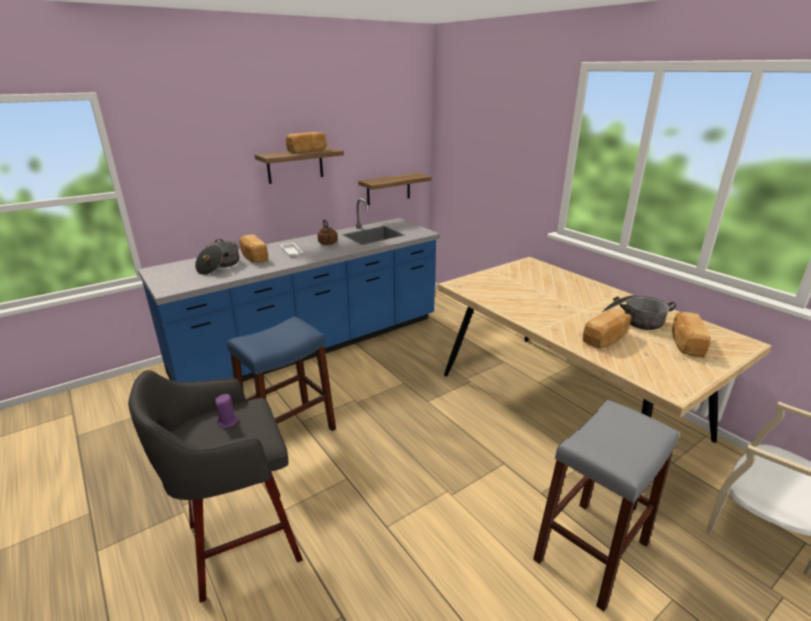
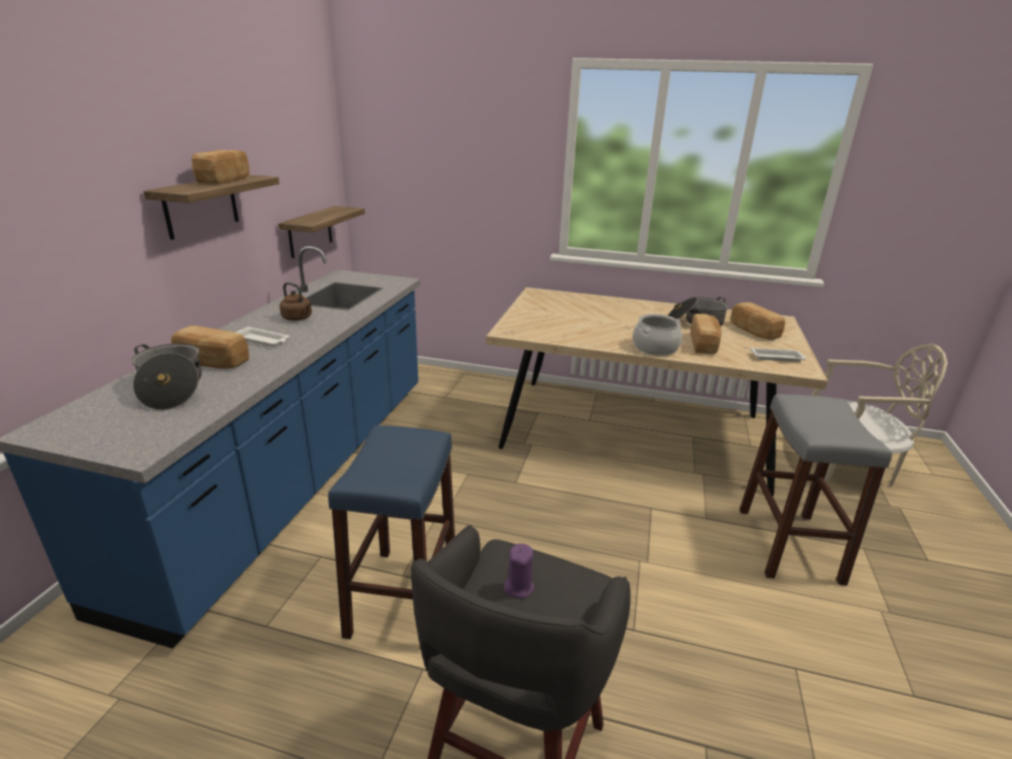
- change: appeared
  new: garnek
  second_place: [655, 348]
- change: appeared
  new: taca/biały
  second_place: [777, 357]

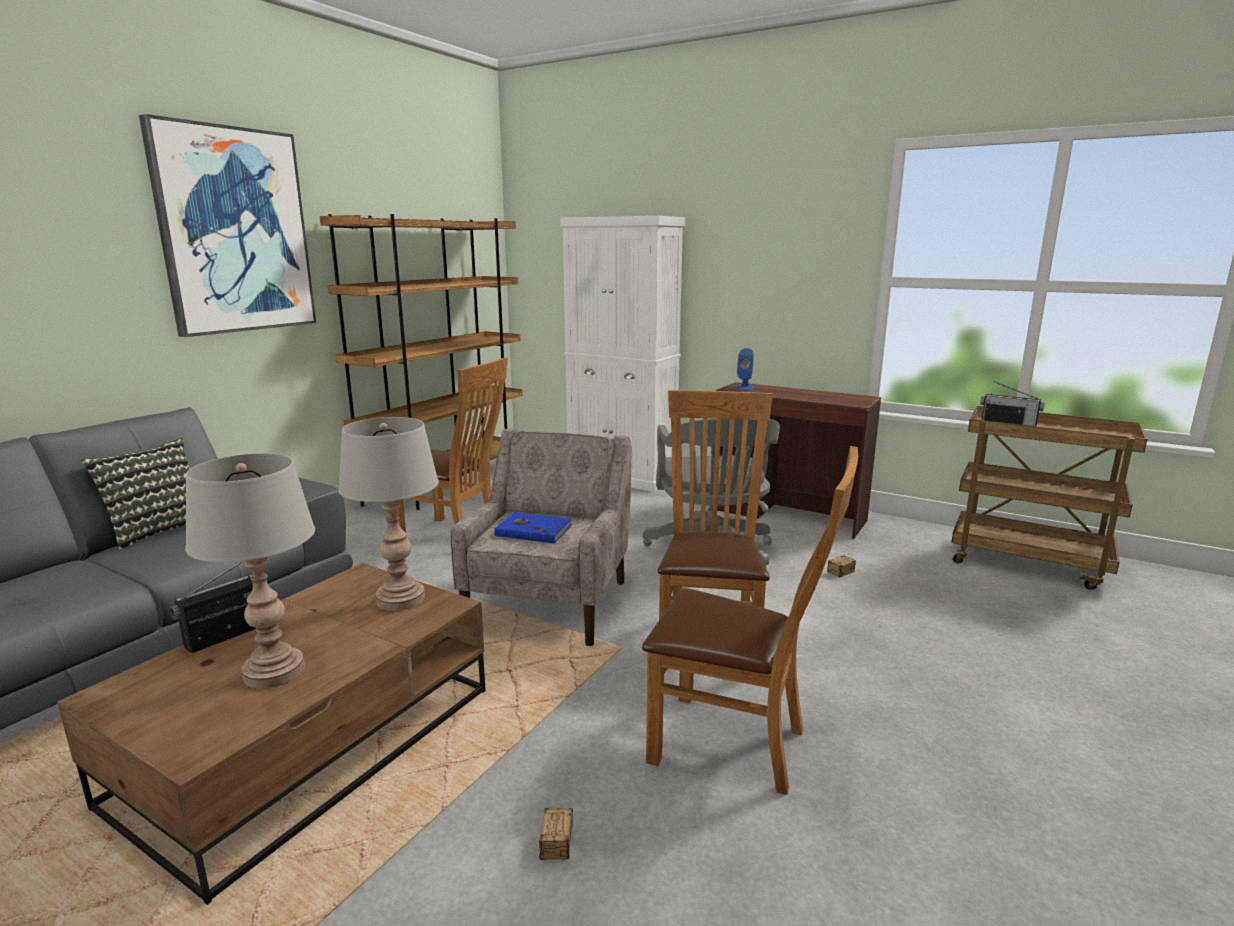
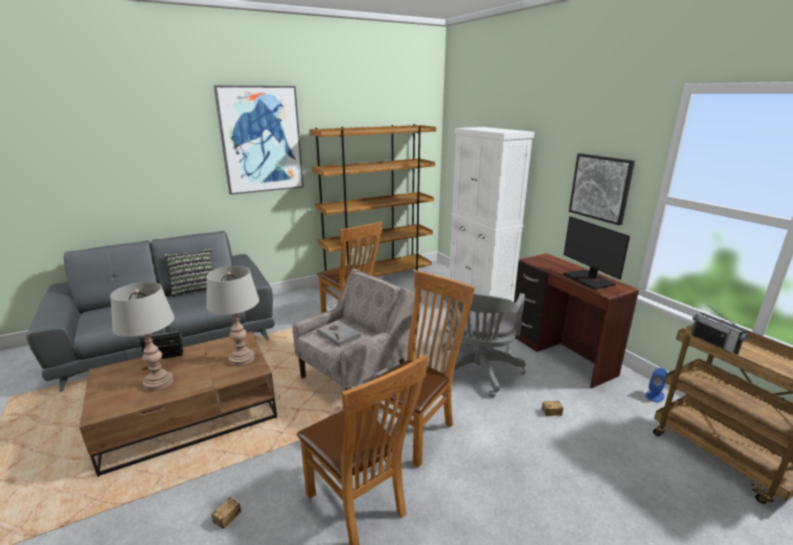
- change: colour
  old: książka/niebieski
  new: książka/szary
  first_place: [533, 530]
  second_place: [339, 334]
- change: appeared
  new: monitor
  second_place: [589, 279]
- change: appeared
  new: obraz
  second_place: [600, 188]
- change: relocated
  old: głośnik/niebieski
  first_place: [744, 388]
  second_place: [655, 395]

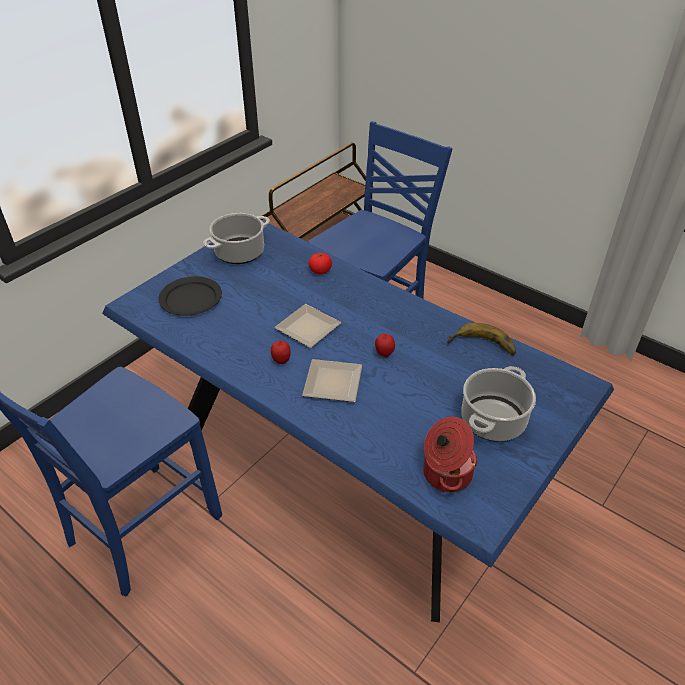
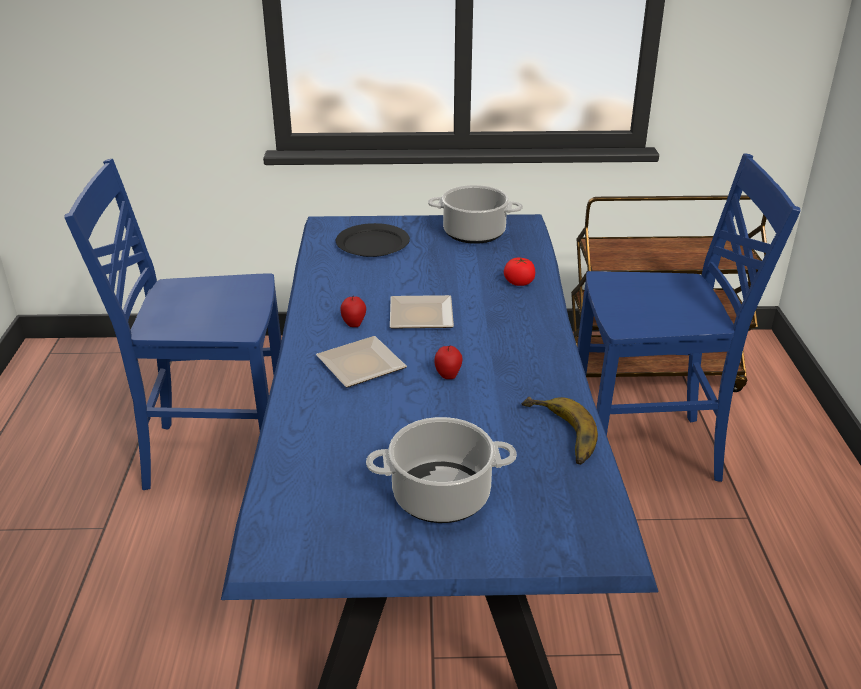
- change: missing
  old: garnek
  first_place: [445, 473]

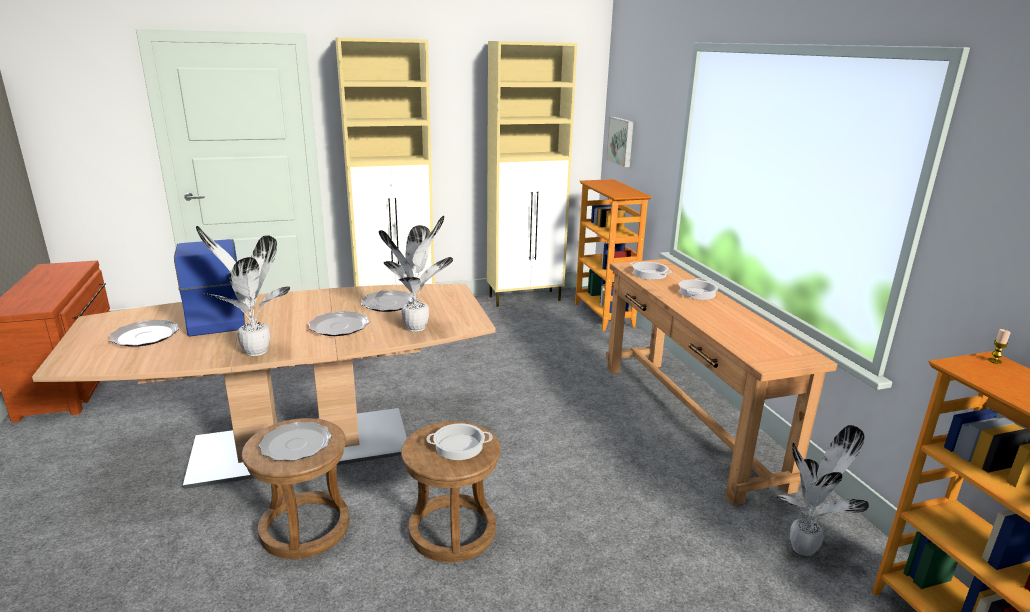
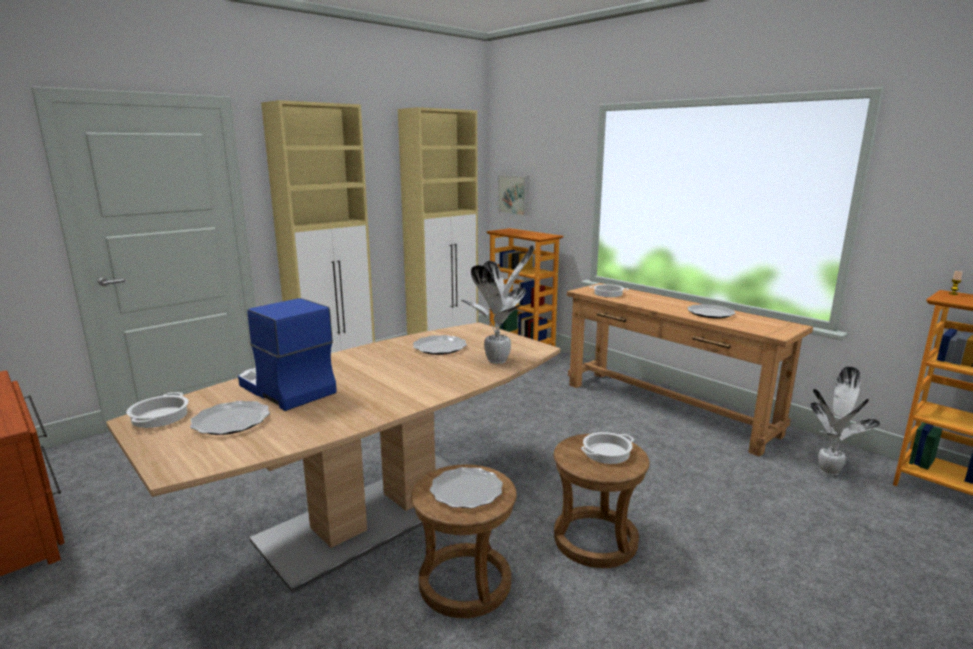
- change: relocated
  old: garnek
  first_place: [697, 293]
  second_place: [160, 417]
- change: relocated
  old: talerz
  first_place: [339, 326]
  second_place: [710, 313]
- change: missing
  old: roślina doniczkowa
  first_place: [254, 351]

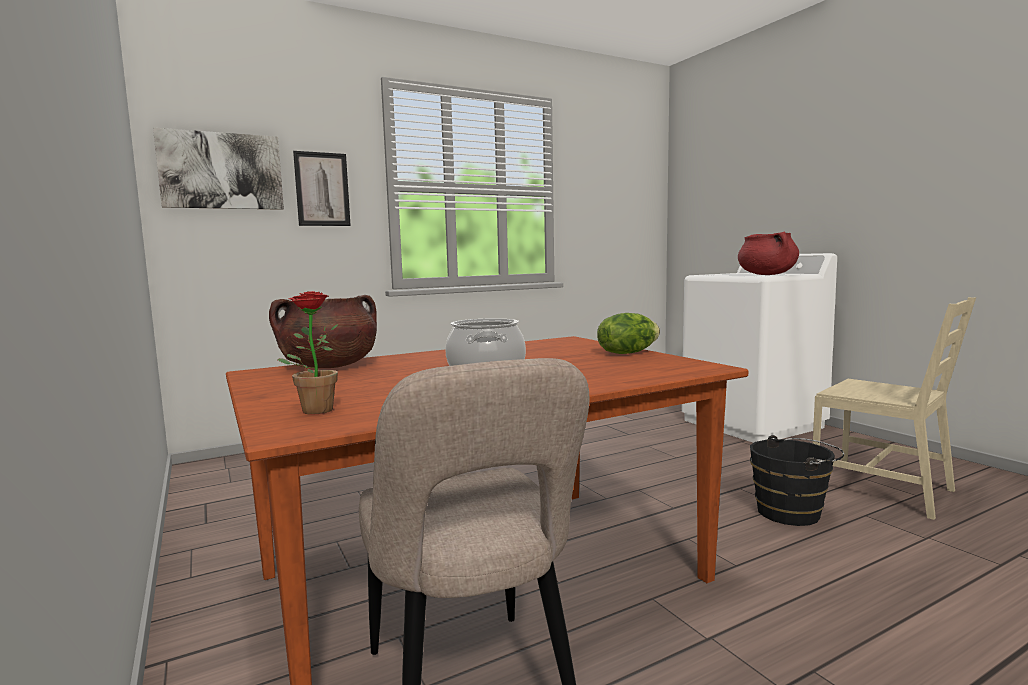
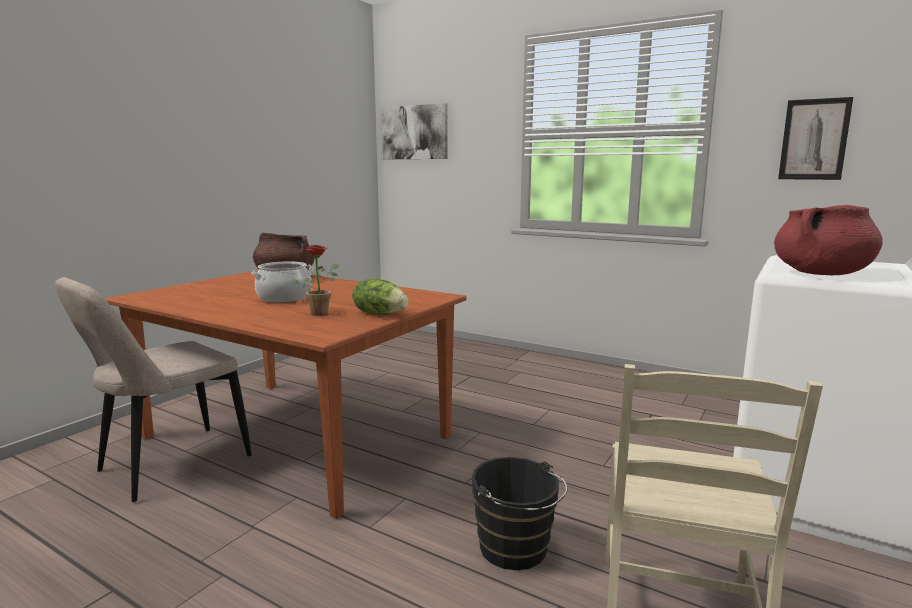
- change: relocated
  old: roślina doniczkowa
  first_place: [314, 409]
  second_place: [321, 312]
- change: relocated
  old: obraz
  first_place: [322, 189]
  second_place: [814, 139]

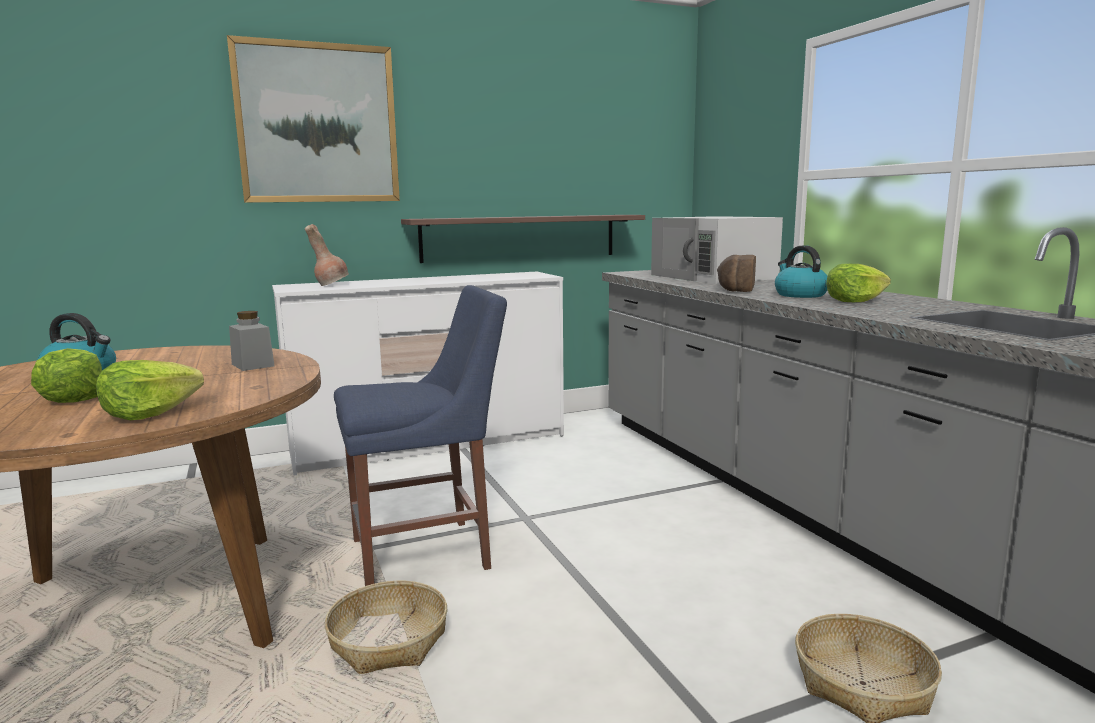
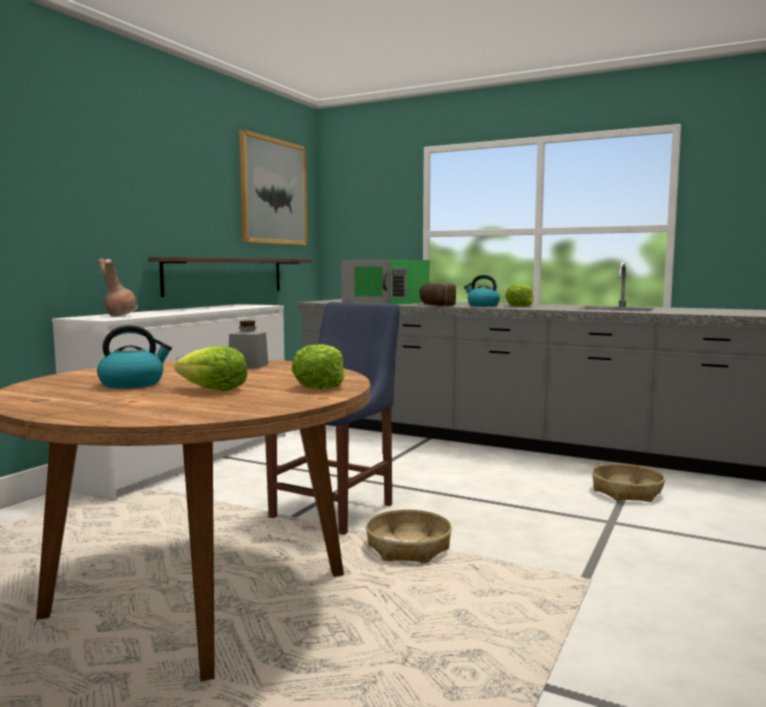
- change: relocated
  old: obraz
  first_place: [318, 124]
  second_place: [273, 192]
- change: colour
  old: mikrofalówka/biały
  new: mikrofalówka/zielony
  first_place: [713, 277]
  second_place: [387, 301]

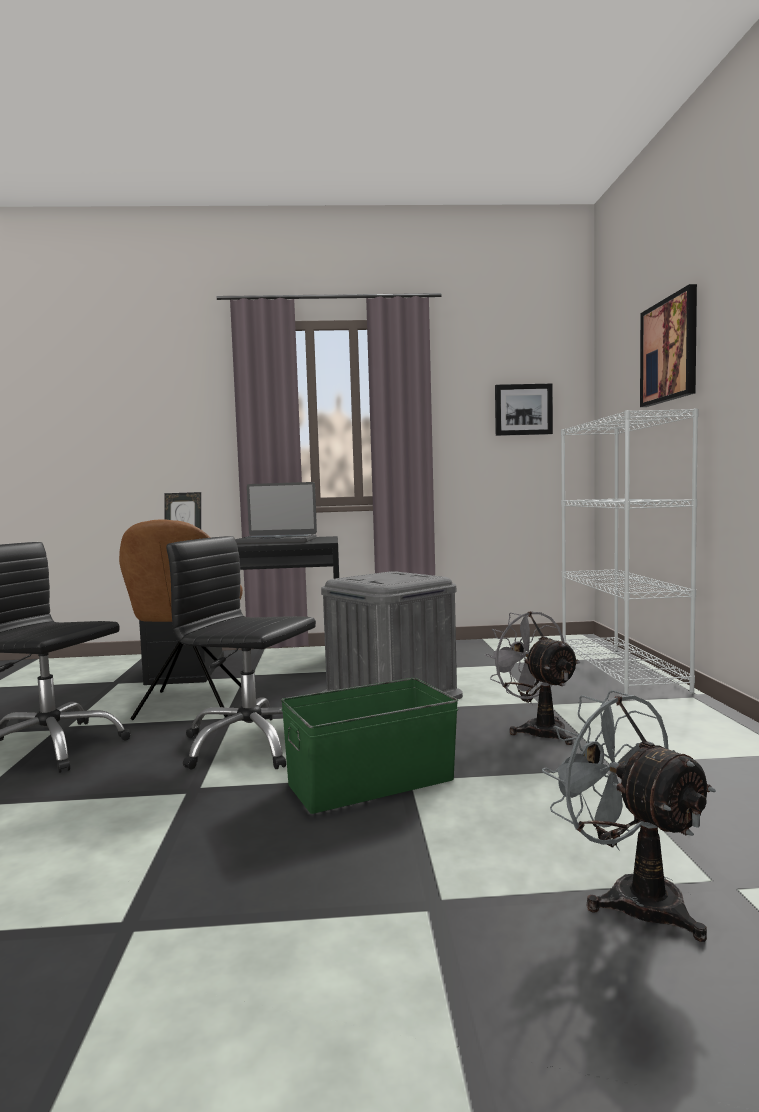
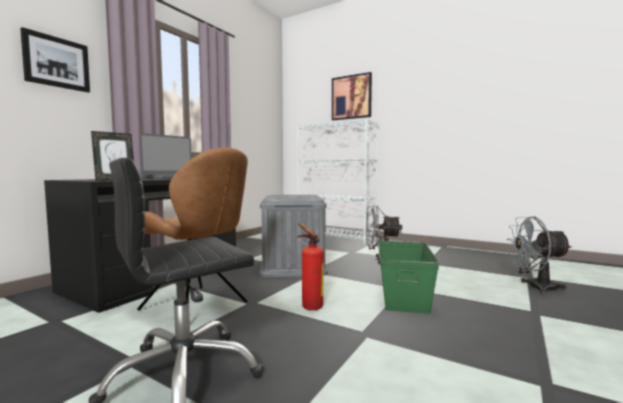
- change: relocated
  old: obraz
  first_place: [523, 409]
  second_place: [56, 62]
- change: exchanged
  old: krzesło biurowe/czarny
  new: gaśnica
  first_place: [250, 744]
  second_place: [310, 306]

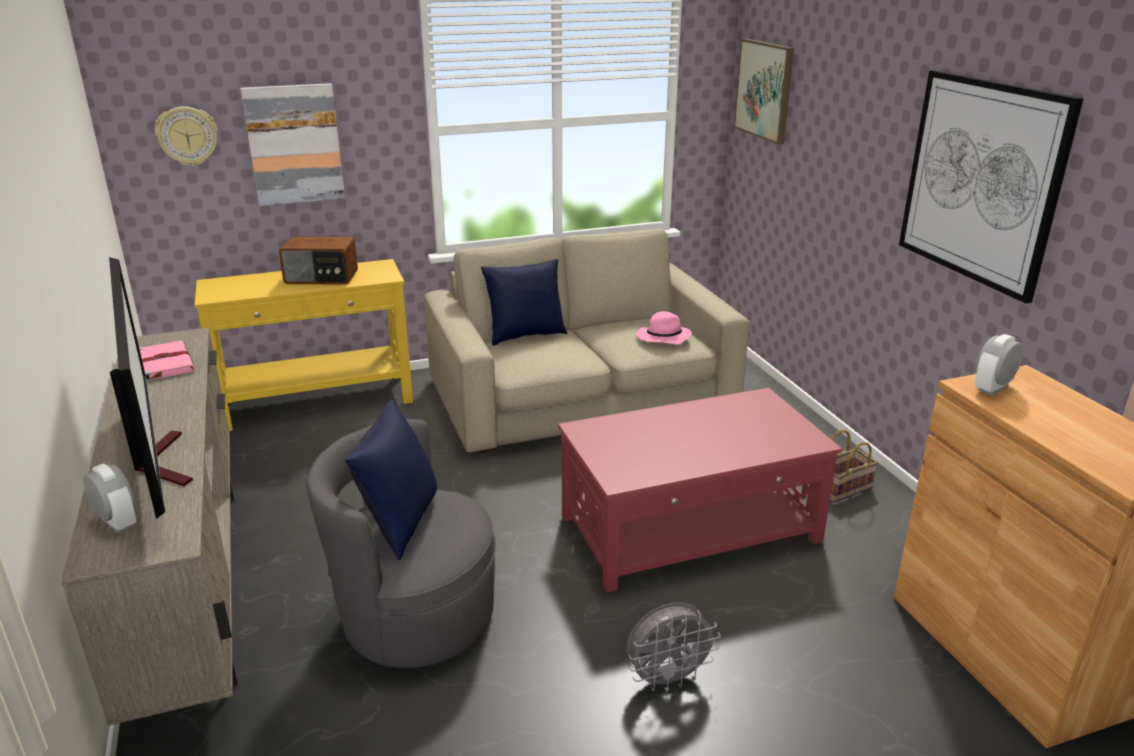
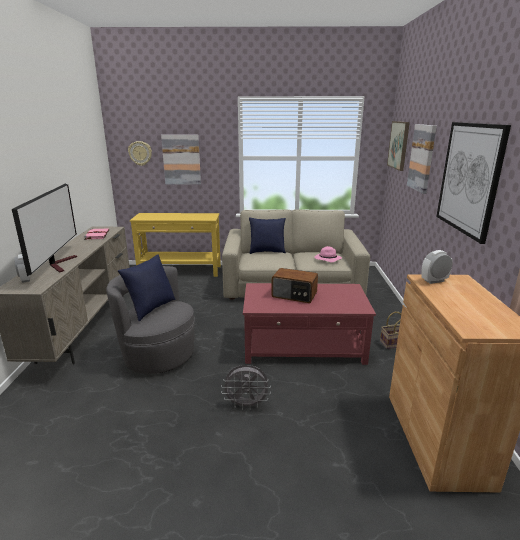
- change: relocated
  old: radio
  first_place: [321, 278]
  second_place: [294, 295]
- change: appeared
  new: obraz
  second_place: [422, 158]

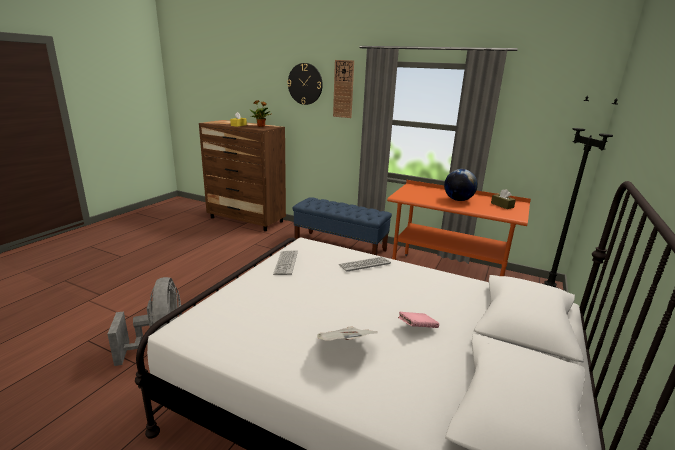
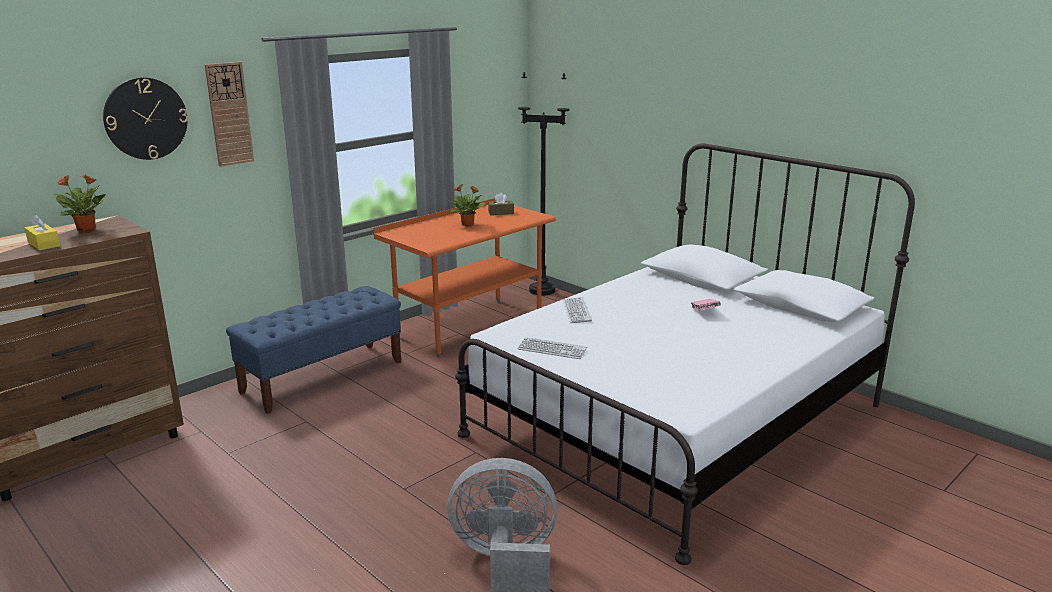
- change: exchanged
  old: globus
  new: roślina doniczkowa
  first_place: [458, 200]
  second_place: [468, 224]
- change: missing
  old: gazeta
  first_place: [346, 347]

